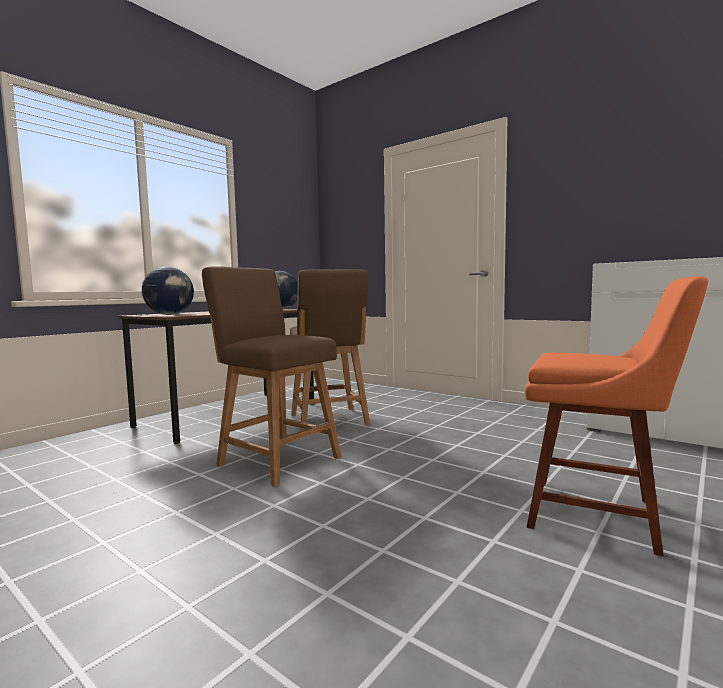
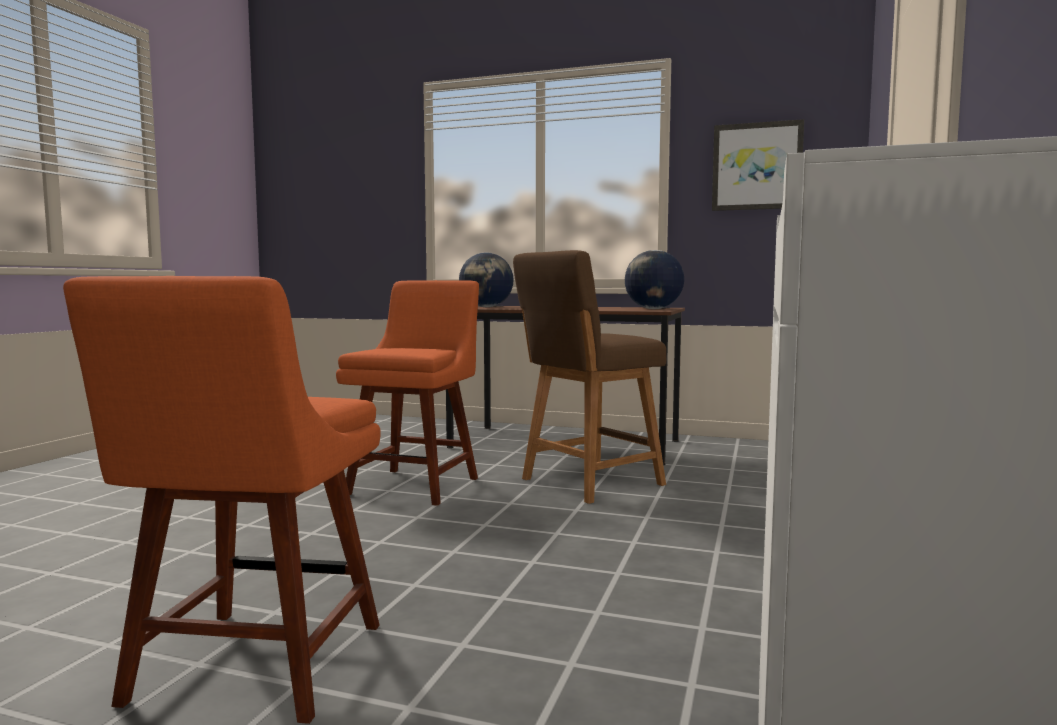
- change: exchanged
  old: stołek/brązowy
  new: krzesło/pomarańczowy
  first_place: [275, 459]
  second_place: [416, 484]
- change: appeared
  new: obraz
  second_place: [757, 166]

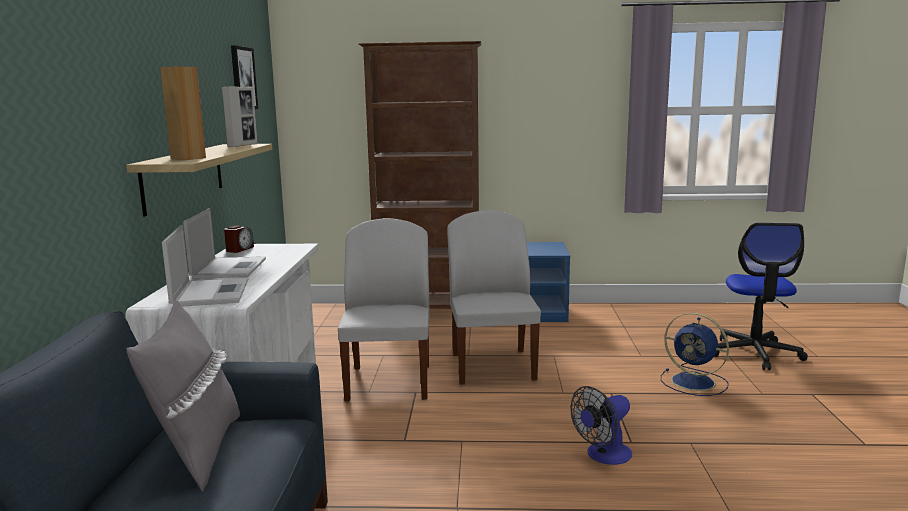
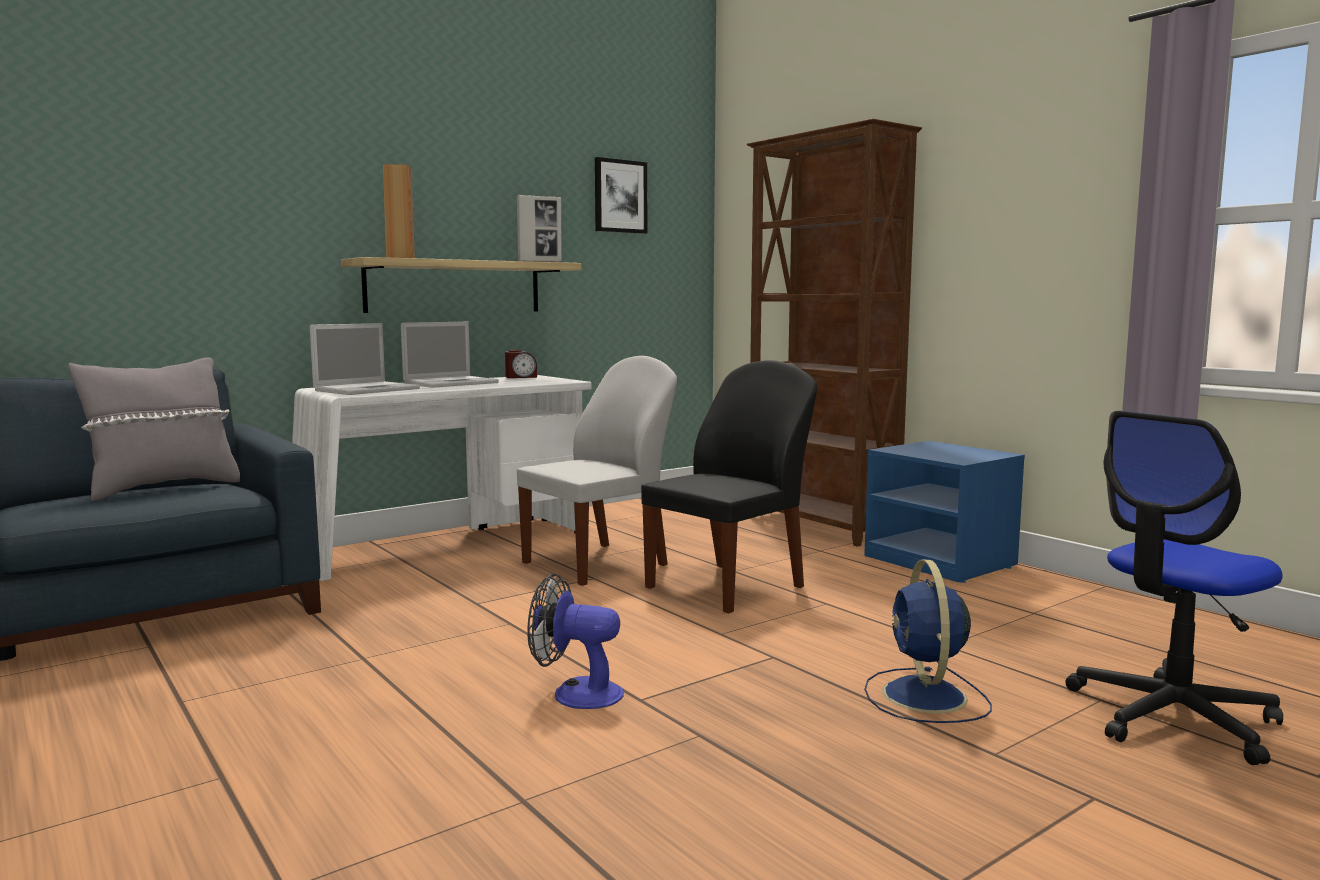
- change: colour
  old: krzesło/biały
  new: krzesło/czarny
  first_place: [493, 365]
  second_place: [728, 587]

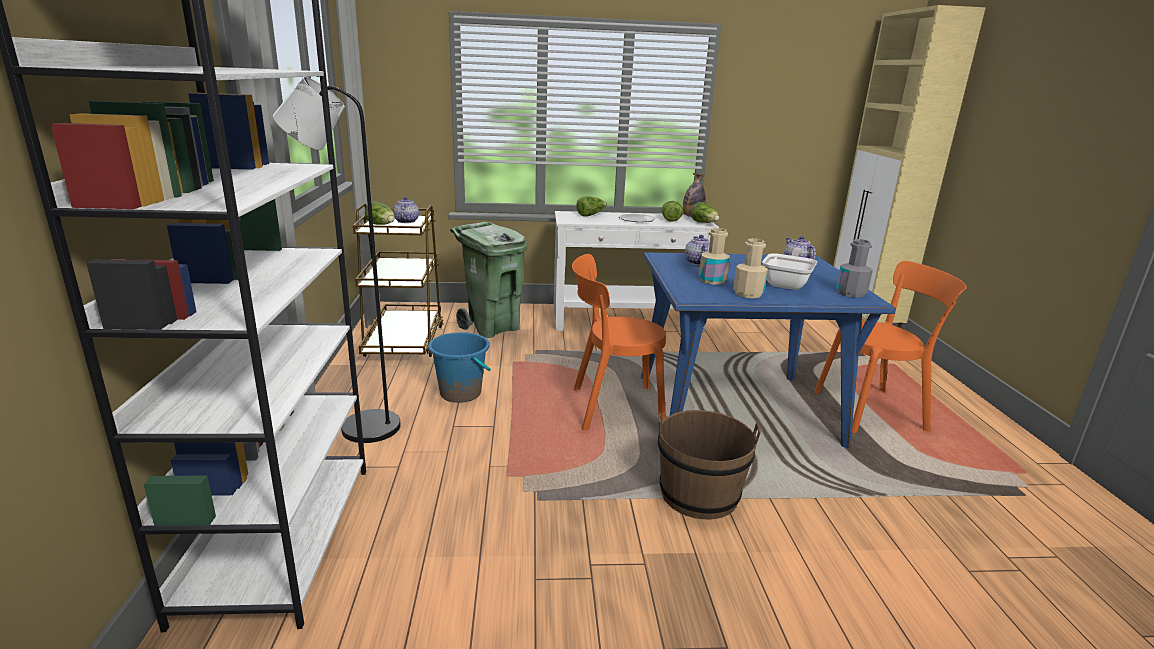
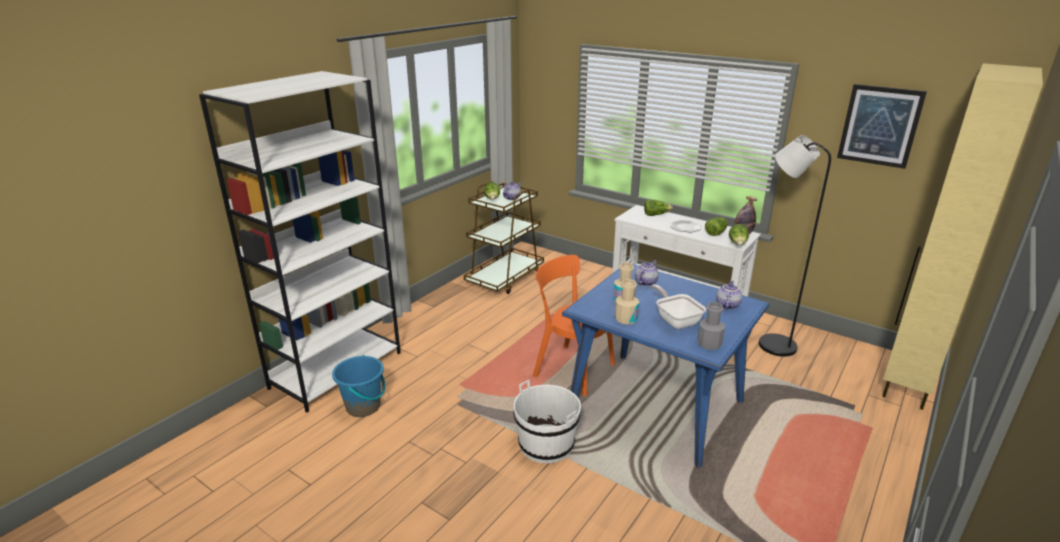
- change: relocated
  old: wiadro/niebieski
  first_place: [461, 393]
  second_place: [363, 406]
- change: colour
  old: wiadro/brązowy
  new: wiadro/biały
  first_place: [699, 494]
  second_place: [546, 444]
- change: spun
  old: patelnia
  first_place: [787, 283]
  second_place: [676, 320]
  degrees: -90
- change: relocated
  old: lampa stojąca/czarny
  first_place: [359, 427]
  second_place: [770, 343]
- change: appeared
  new: obraz
  second_place: [880, 125]
- change: missing
  old: kosz na śmieci/zielony
  first_place: [492, 327]
- change: missing
  old: krzesło/pomarańczowy
  first_place: [874, 411]

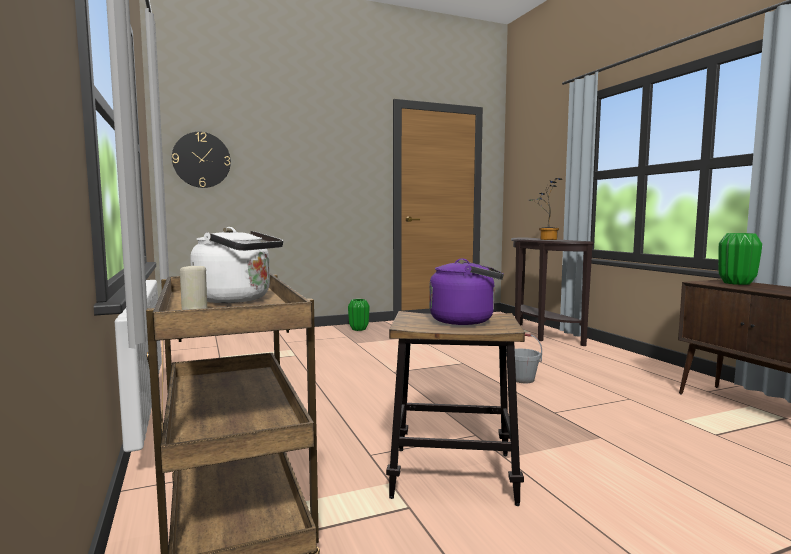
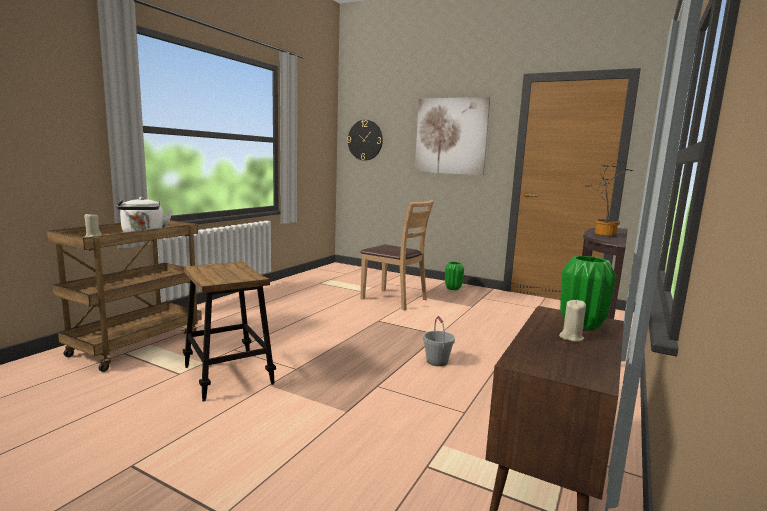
- change: appeared
  new: krzesło/brązowy
  second_place: [394, 299]
- change: appeared
  new: obraz
  second_place: [451, 136]
- change: appeared
  new: świeca/beżowy
  second_place: [571, 337]
- change: missing
  old: czajnik/fioletowy
  first_place: [466, 320]

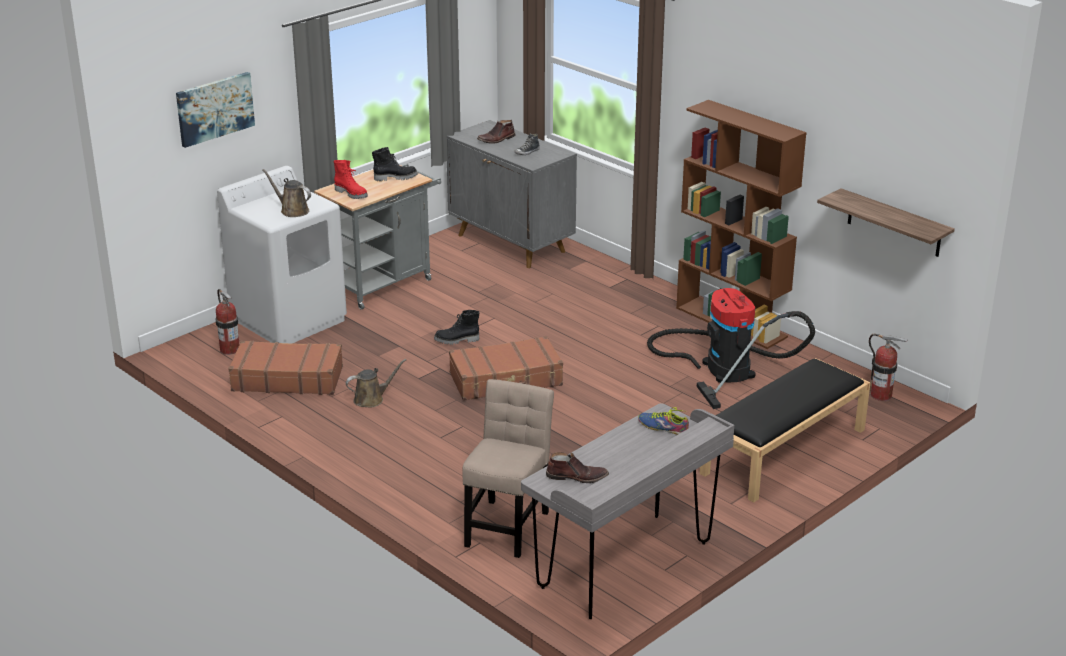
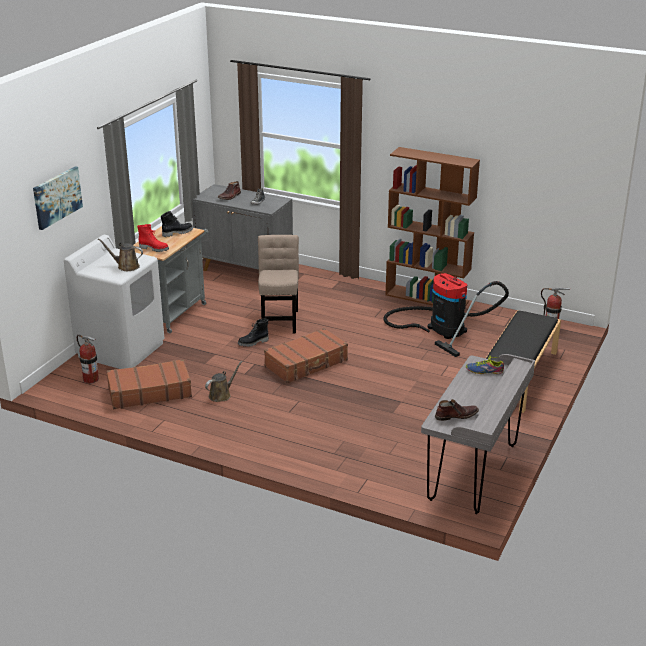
- change: relocated
  old: krzesło/beżowy
  first_place: [508, 525]
  second_place: [279, 320]
- change: missing
  old: półka
  first_place: [894, 223]

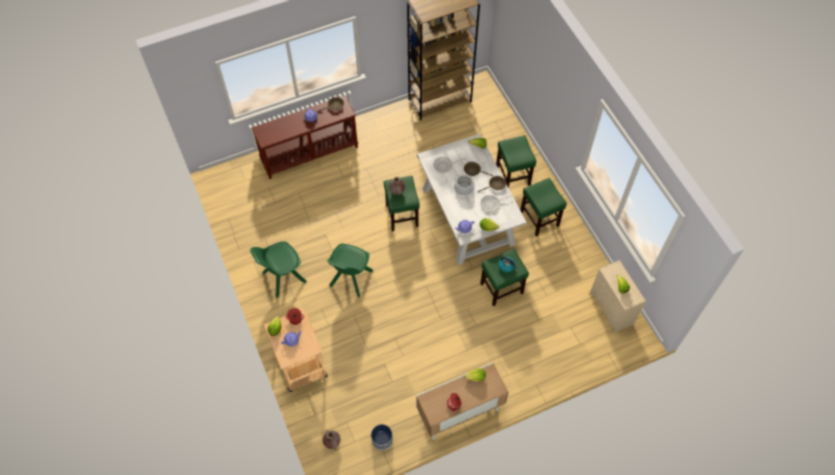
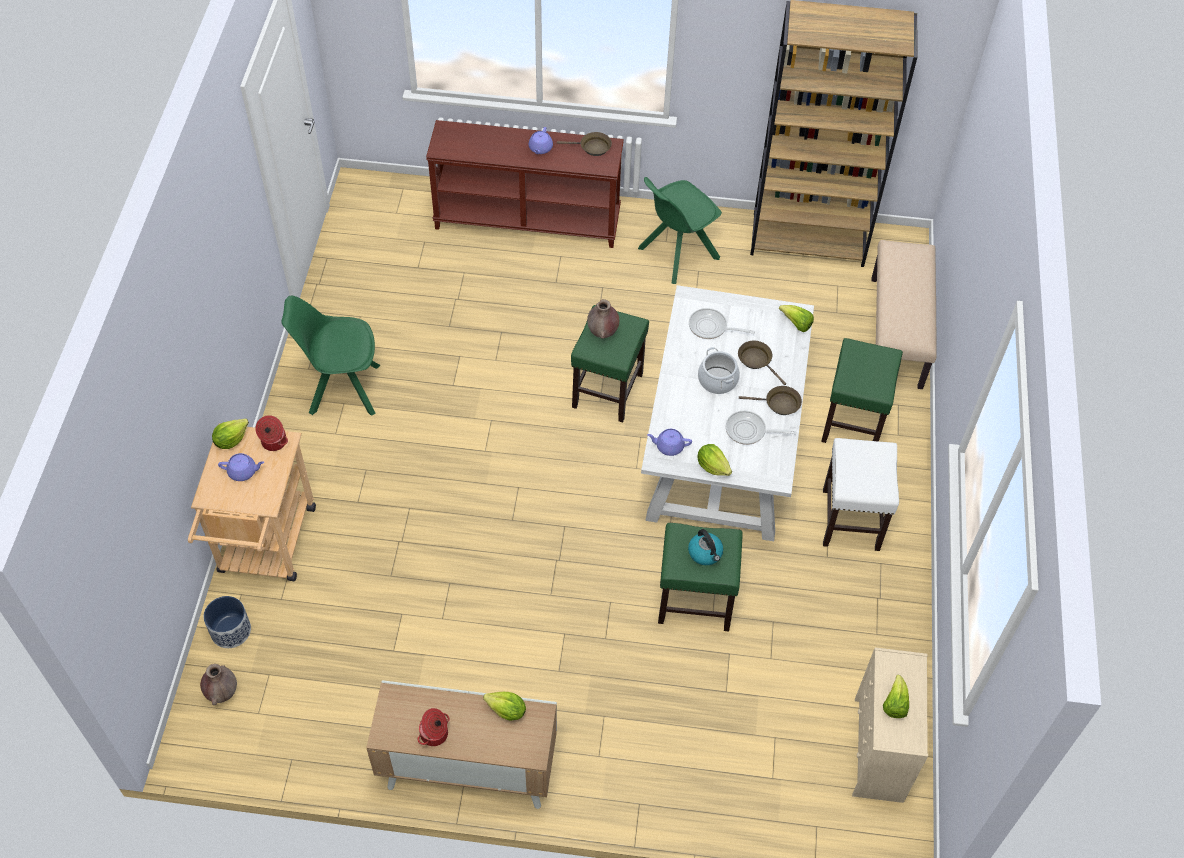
- change: relocated
  old: donica
  first_place: [382, 439]
  second_place: [231, 630]
- change: relocated
  old: krzesło/zielony
  first_place: [350, 279]
  second_place: [676, 254]
- change: colour
  old: stołek/zielony
  new: stołek/biały
  first_place: [539, 219]
  second_place: [851, 520]
- change: appeared
  new: ławka/beżowy
  second_place: [897, 333]

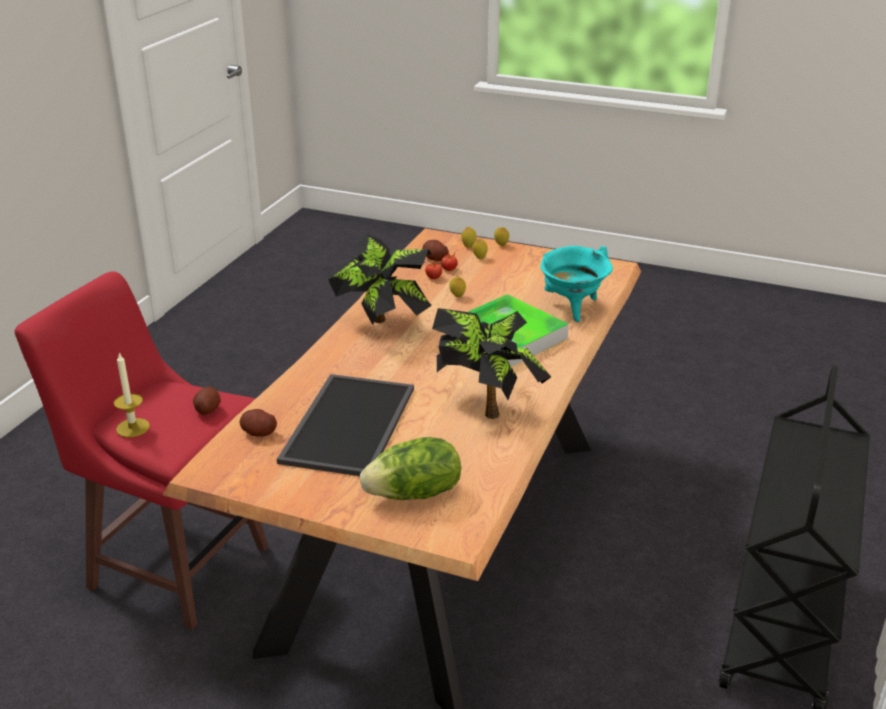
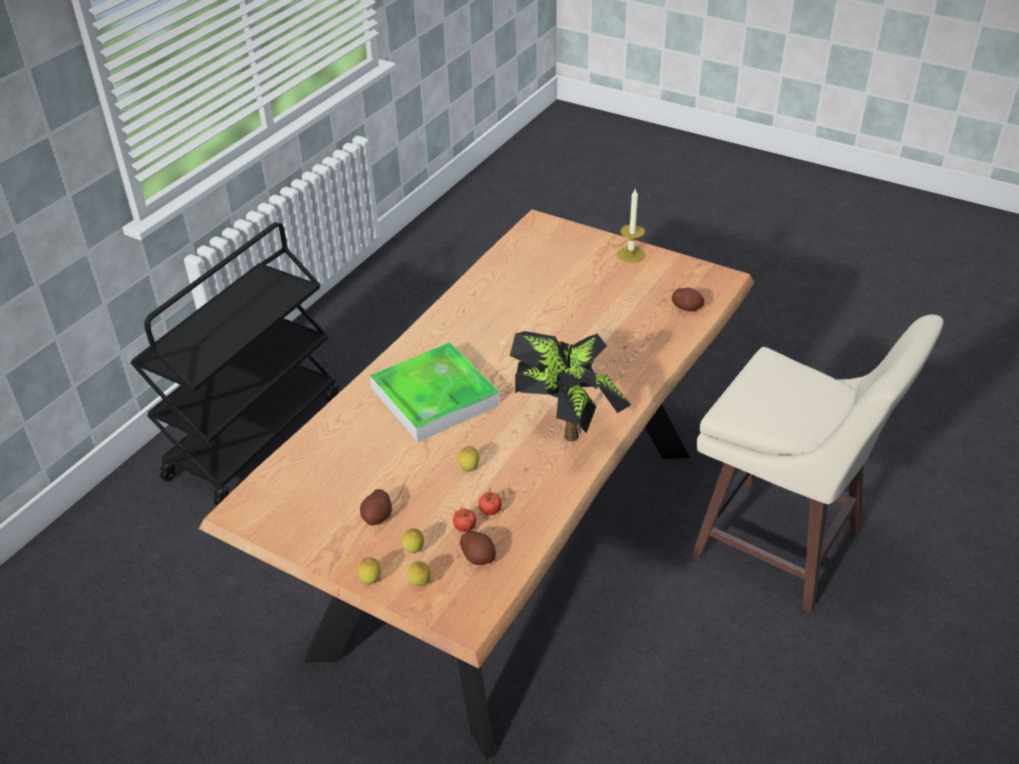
- change: relocated
  old: ziemniak
  first_place: [207, 409]
  second_place: [377, 516]
- change: relocated
  old: świeca
  first_place: [133, 428]
  second_place: [631, 254]
- change: colour
  old: stołek/czerwony
  new: stołek/beżowy
  first_place: [175, 565]
  second_place: [781, 546]
- change: missing
  old: taca
  first_place: [347, 423]
- change: missing
  old: sałata
  first_place: [415, 494]
- change: missing
  old: roślina doniczkowa
  first_place: [487, 406]
- change: missing
  old: garnek/turkusowy
  first_place: [572, 308]

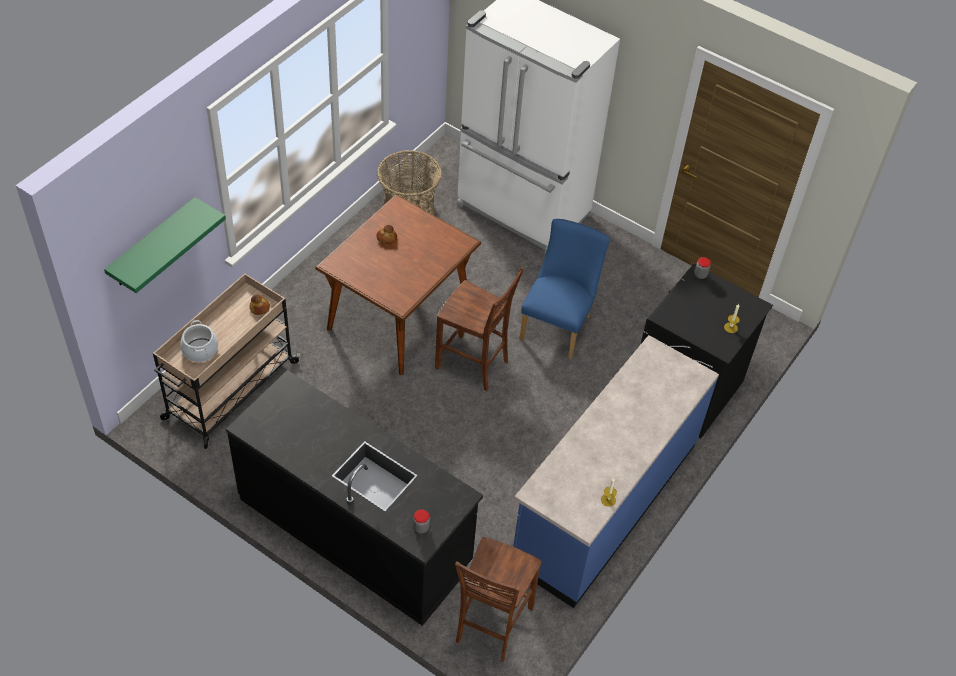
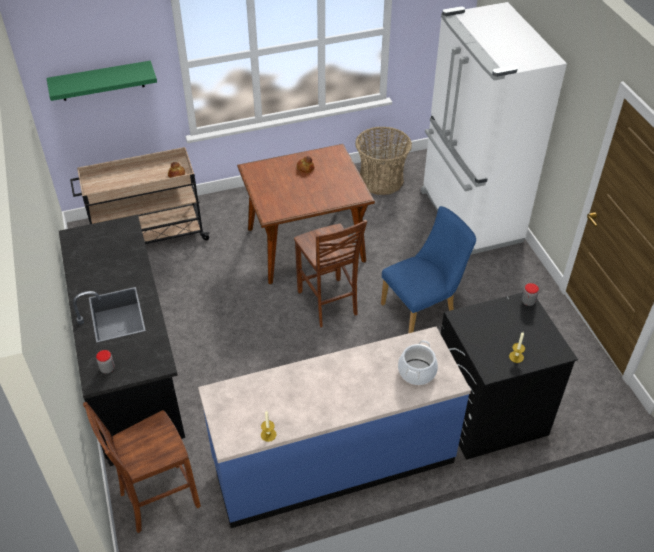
- change: relocated
  old: garnek
  first_place: [200, 350]
  second_place: [416, 372]

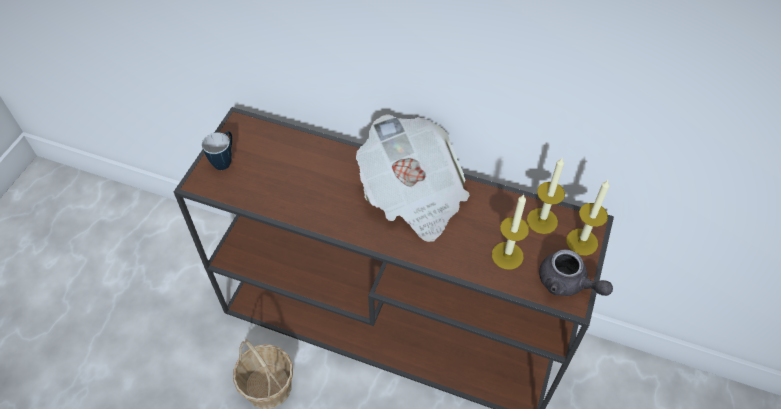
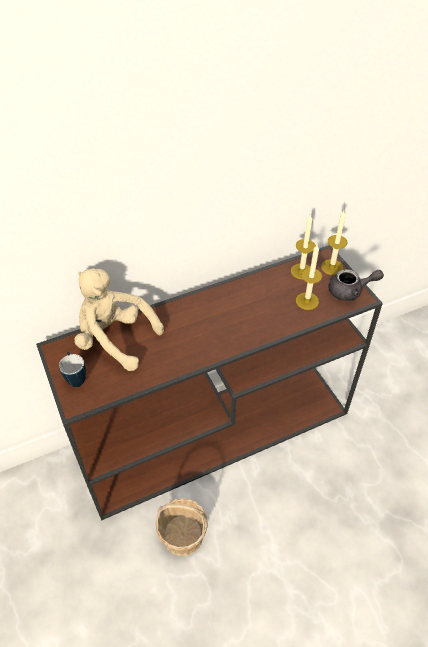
- change: appeared
  new: pluszak/beżowy
  second_place: [115, 339]
- change: missing
  old: gazeta
  first_place: [413, 195]

